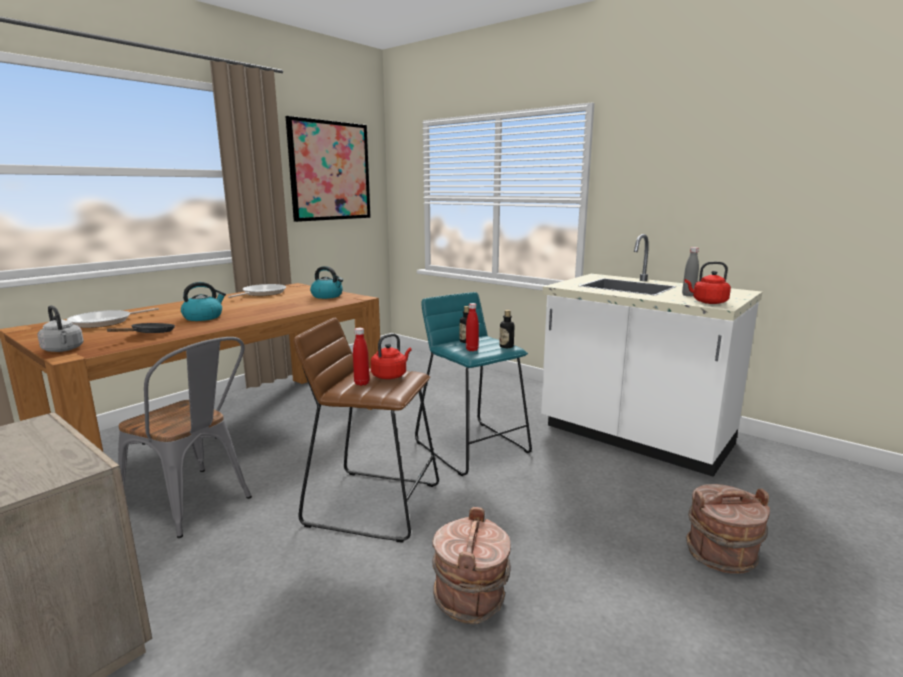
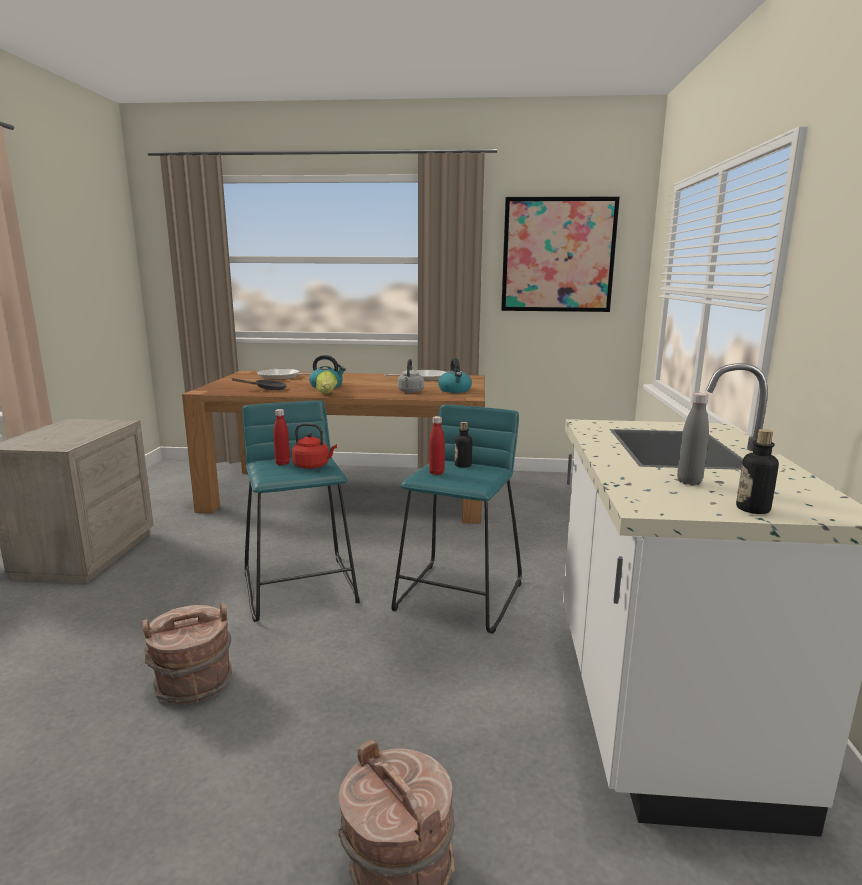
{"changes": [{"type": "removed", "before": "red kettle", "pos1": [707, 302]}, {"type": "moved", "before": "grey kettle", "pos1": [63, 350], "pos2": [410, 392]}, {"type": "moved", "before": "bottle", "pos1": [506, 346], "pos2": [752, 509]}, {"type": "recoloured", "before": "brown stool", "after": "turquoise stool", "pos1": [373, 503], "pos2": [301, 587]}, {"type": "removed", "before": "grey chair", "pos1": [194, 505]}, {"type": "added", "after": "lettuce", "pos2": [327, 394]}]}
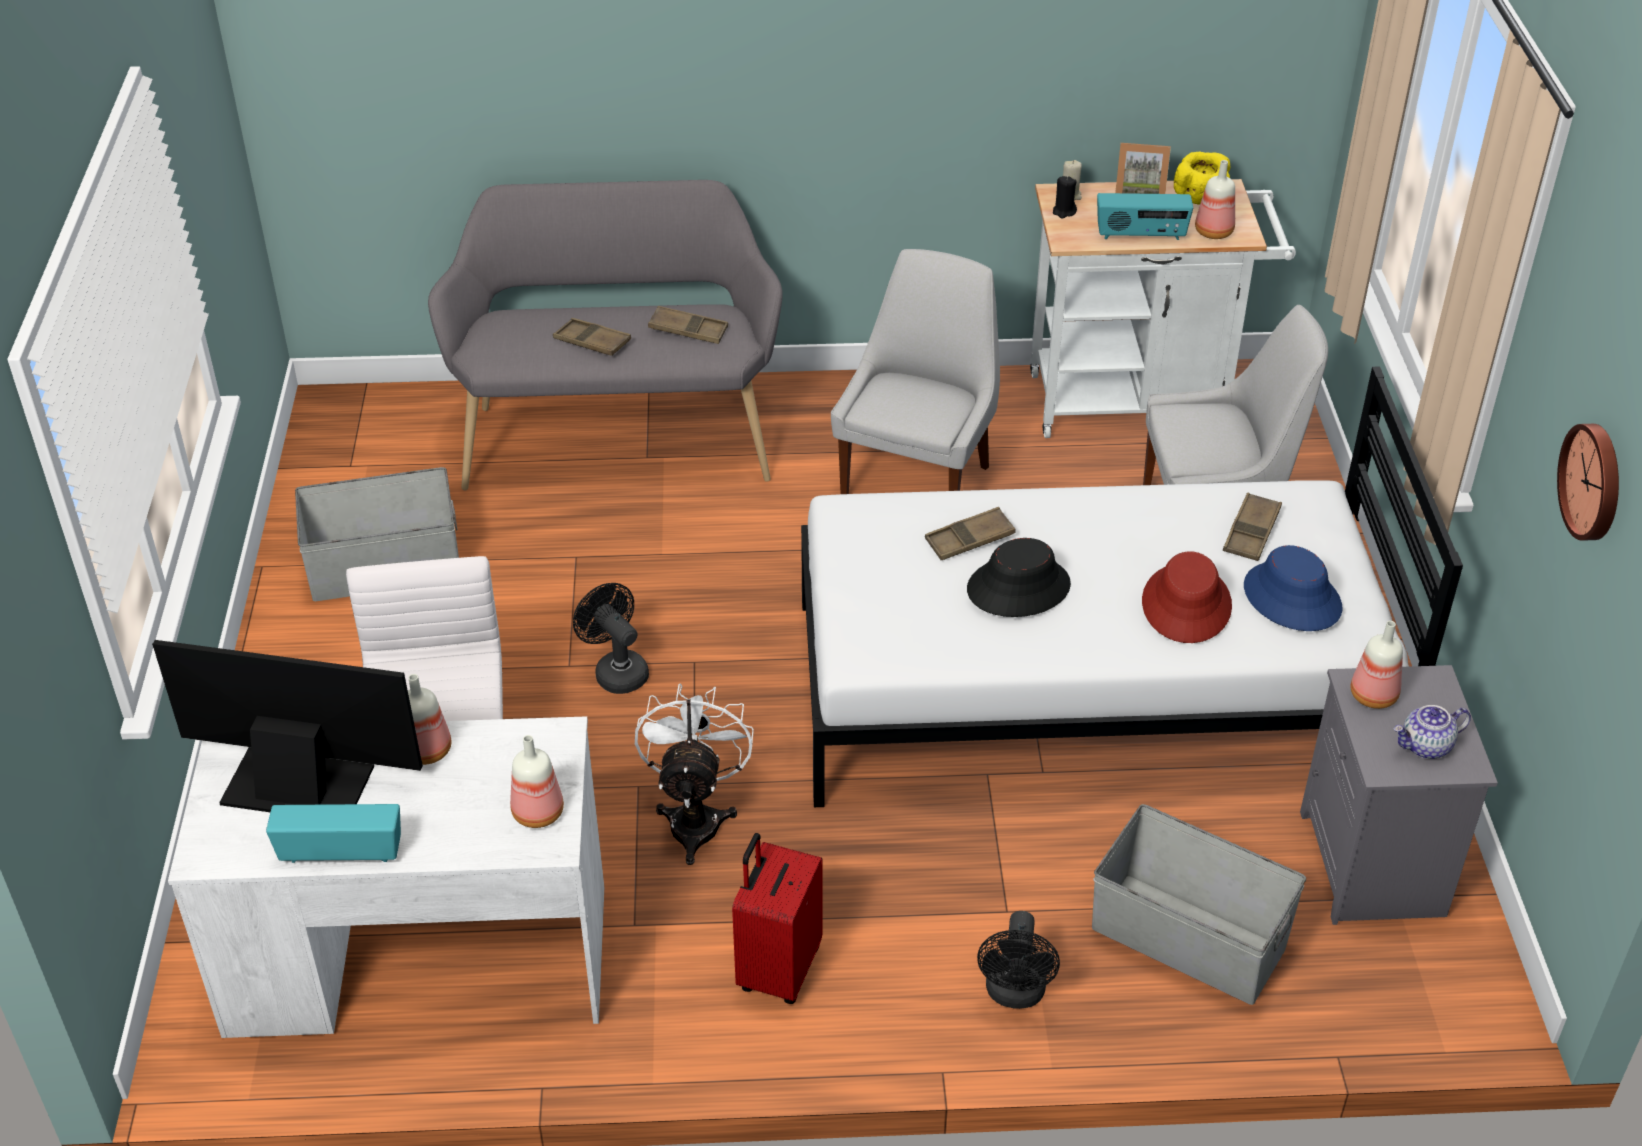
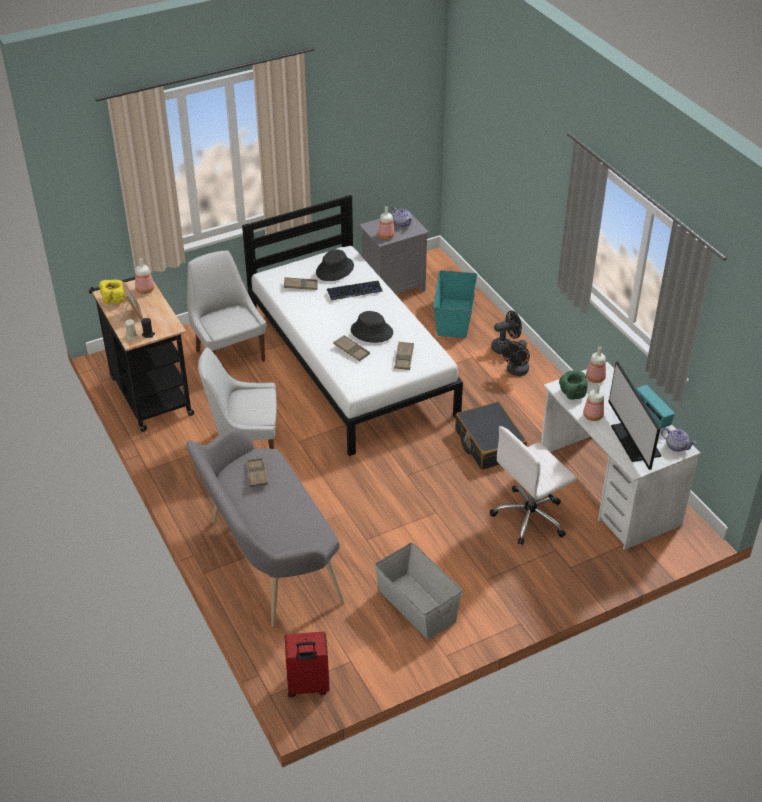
{"changes": [{"type": "recoloured", "before": "white cart", "after": "black cart", "pos1": [1140, 401], "pos2": [149, 393]}, {"type": "removed", "before": "radio", "pos1": [1141, 235]}, {"type": "moved", "before": "brown tray", "pos1": [592, 342], "pos2": [404, 358]}, {"type": "removed", "before": "wall clock", "pos1": [1594, 481]}, {"type": "recoloured", "before": "blue hat", "after": "black hat", "pos1": [1291, 598], "pos2": [335, 269]}, {"type": "replaced", "before": "red hat", "after": "keyboard", "pos1": [1187, 604], "pos2": [354, 291]}, {"type": "moved", "before": "black fan", "pos1": [616, 671], "pos2": [516, 372]}, {"type": "replaced", "before": "white fan", "after": "black suitcase", "pos1": [696, 817], "pos2": [489, 443]}, {"type": "recoloured", "before": "grey storage box", "after": "turquoise storage box", "pos1": [1188, 939], "pos2": [454, 317]}, {"type": "moved", "before": "red suitcase", "pos1": [777, 969], "pos2": [307, 686]}, {"type": "added", "after": "green bowl", "pos2": [572, 393]}, {"type": "added", "after": "teapot", "pos2": [676, 446]}]}
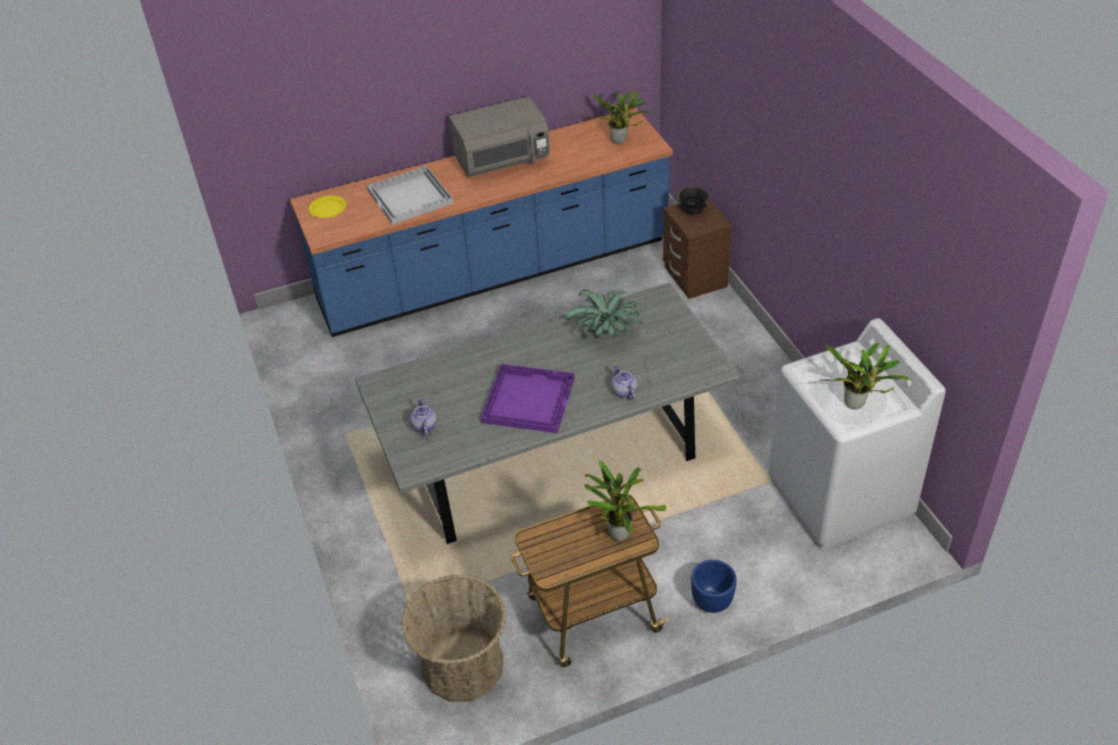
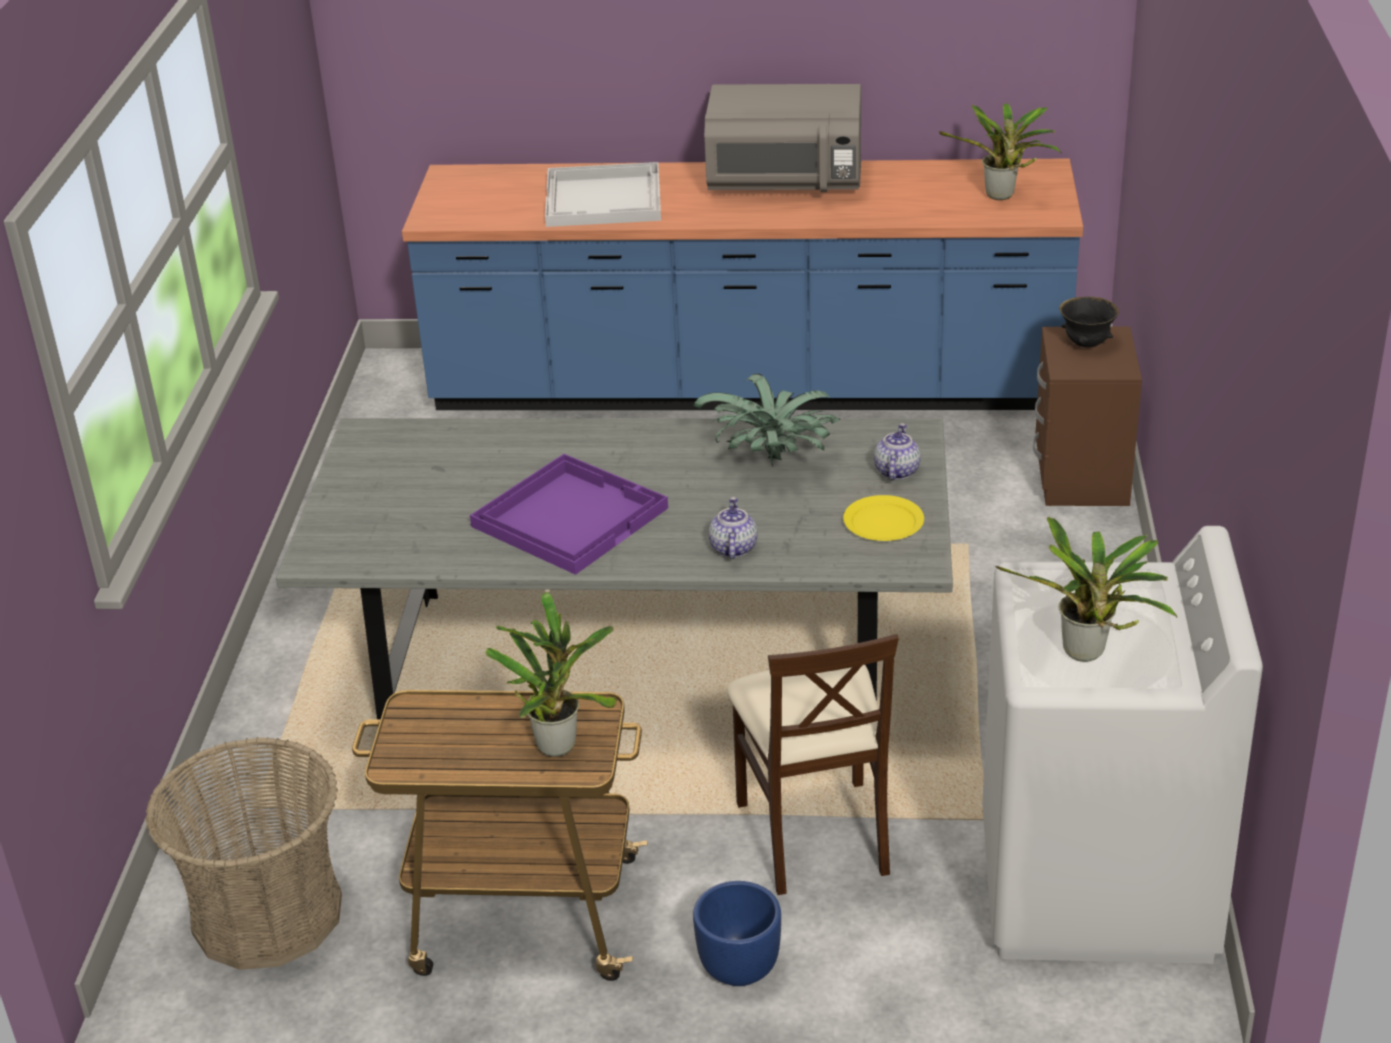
{"changes": [{"type": "moved", "before": "yellow plate", "pos1": [327, 208], "pos2": [883, 522]}, {"type": "moved", "before": "teapot", "pos1": [424, 426], "pos2": [896, 471]}, {"type": "added", "after": "beige chair", "pos2": [814, 835]}]}
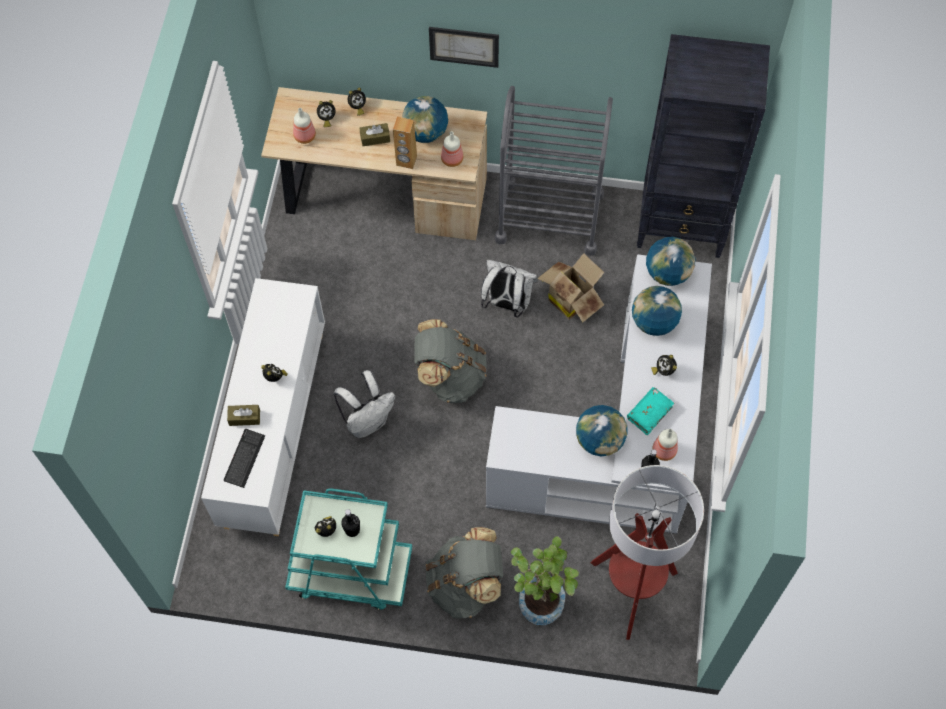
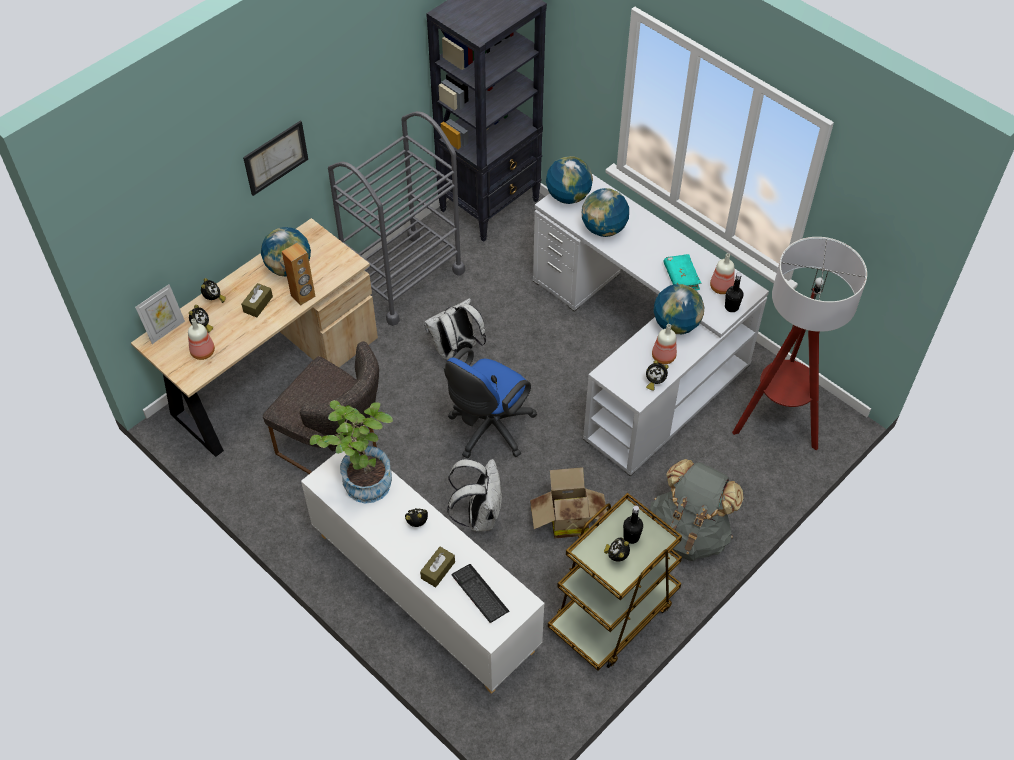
{"changes": [{"type": "moved", "before": "bottle", "pos1": [451, 159], "pos2": [663, 357]}, {"type": "moved", "before": "cardboard box", "pos1": [571, 299], "pos2": [566, 519]}, {"type": "replaced", "before": "grey backpack", "after": "blue office chair", "pos1": [450, 376], "pos2": [488, 430]}, {"type": "moved", "before": "alarm clock", "pos1": [663, 370], "pos2": [654, 381]}, {"type": "recoloured", "before": "turquoise cart", "after": "brown cart", "pos1": [350, 572], "pos2": [613, 613]}, {"type": "moved", "before": "potted plant", "pos1": [541, 597], "pos2": [362, 479]}, {"type": "added", "after": "picture frame", "pos2": [166, 330]}, {"type": "added", "after": "grey chair", "pos2": [336, 445]}]}
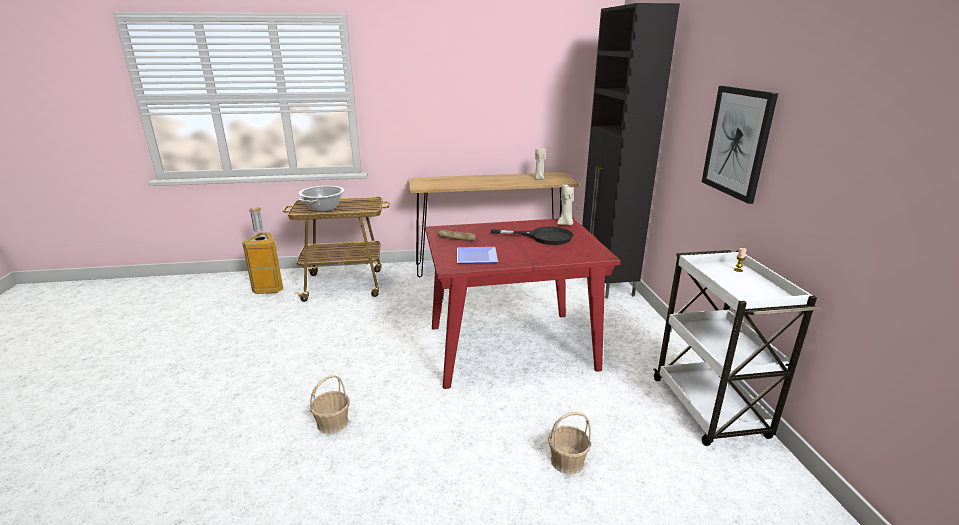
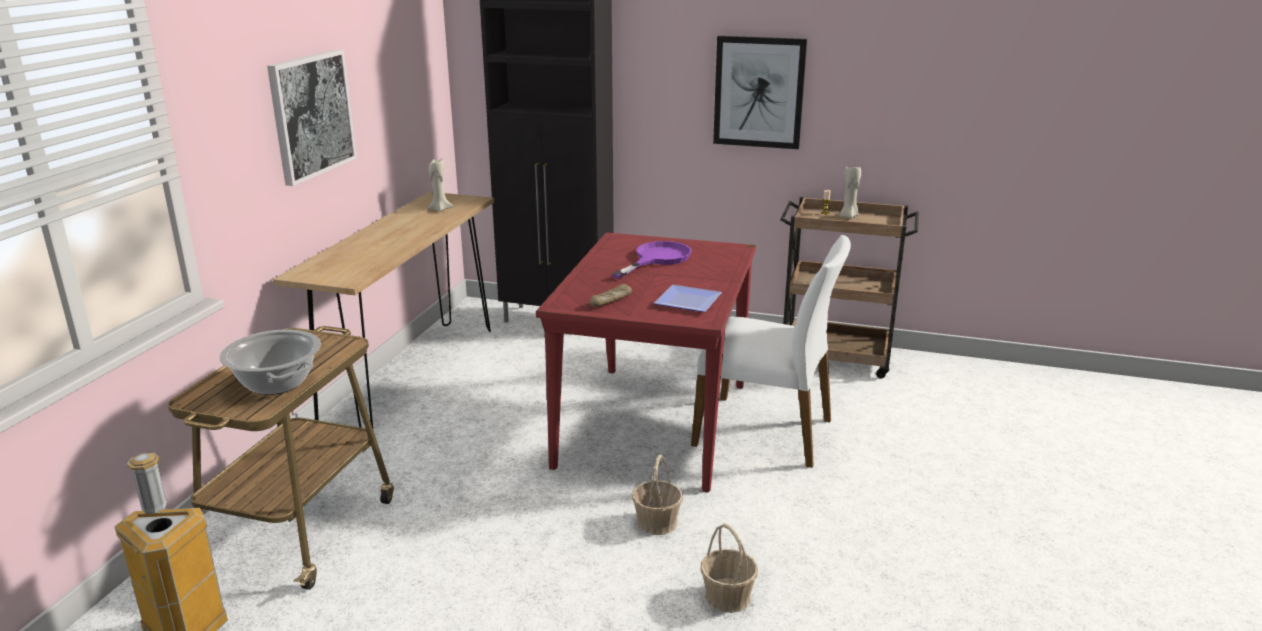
{"changes": [{"type": "moved", "before": "beige candle", "pos1": [565, 224], "pos2": [849, 216]}, {"type": "recoloured", "before": "black frying pan", "after": "purple frying pan", "pos1": [543, 237], "pos2": [657, 259]}, {"type": "recoloured", "before": "white cart", "after": "brown cart", "pos1": [710, 409], "pos2": [836, 357]}, {"type": "moved", "before": "basket", "pos1": [567, 461], "pos2": [656, 522]}, {"type": "added", "after": "picture", "pos2": [311, 115]}, {"type": "added", "after": "white chair", "pos2": [765, 431]}]}
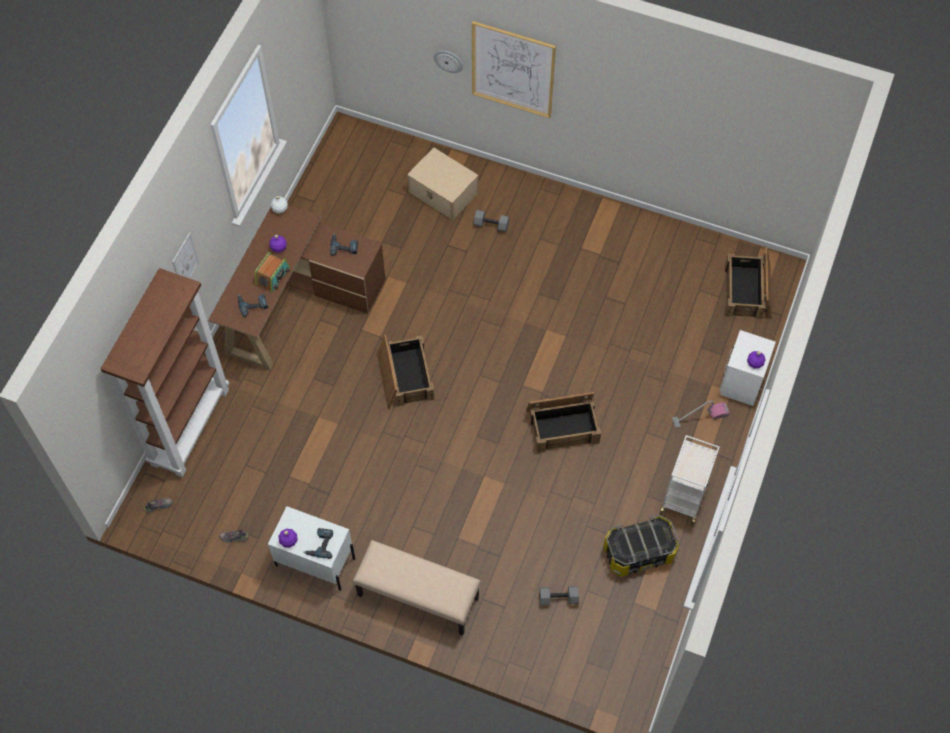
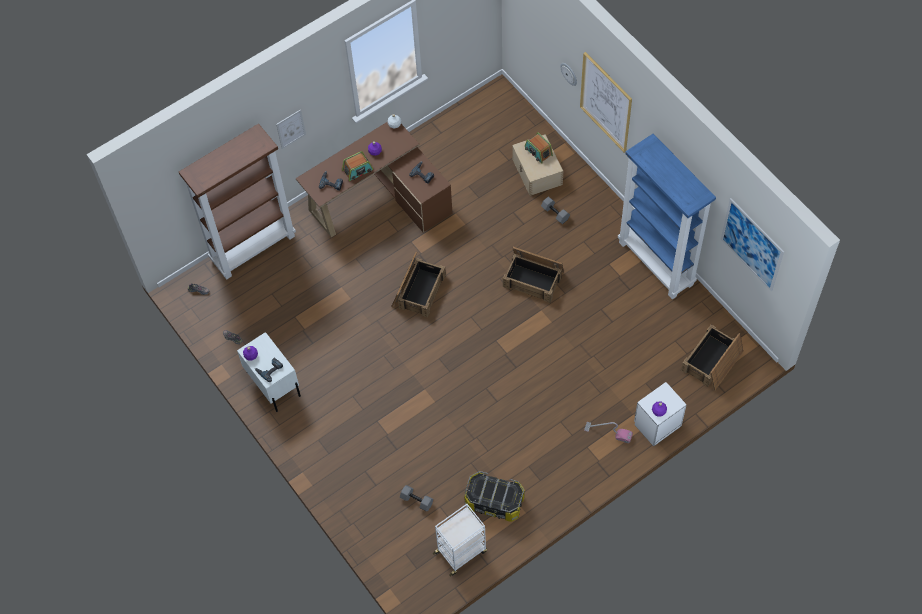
{"changes": [{"type": "moved", "before": "crate", "pos1": [563, 425], "pos2": [533, 278]}, {"type": "moved", "before": "white cart", "pos1": [684, 497], "pos2": [461, 551]}, {"type": "removed", "before": "beige bench", "pos1": [417, 597]}, {"type": "added", "after": "radio", "pos2": [538, 151]}, {"type": "added", "after": "blue bookcase", "pos2": [657, 263]}, {"type": "added", "after": "picture", "pos2": [751, 244]}]}
